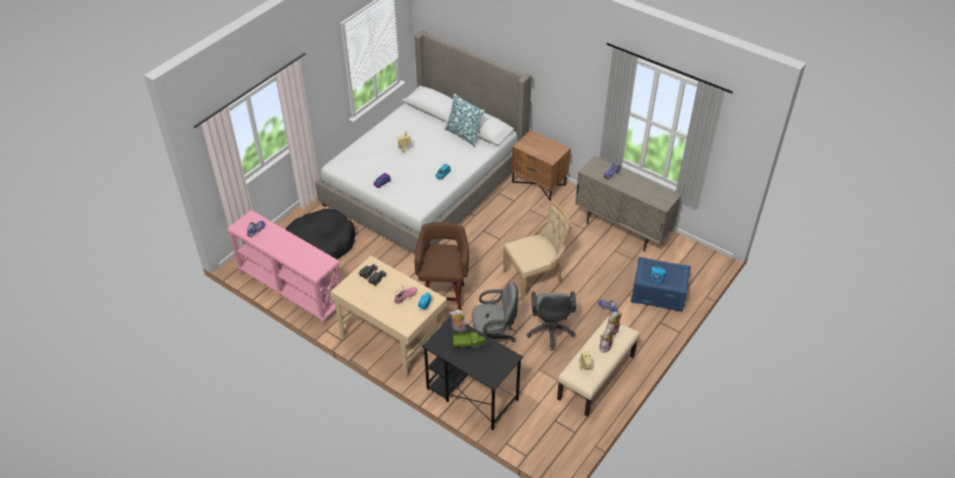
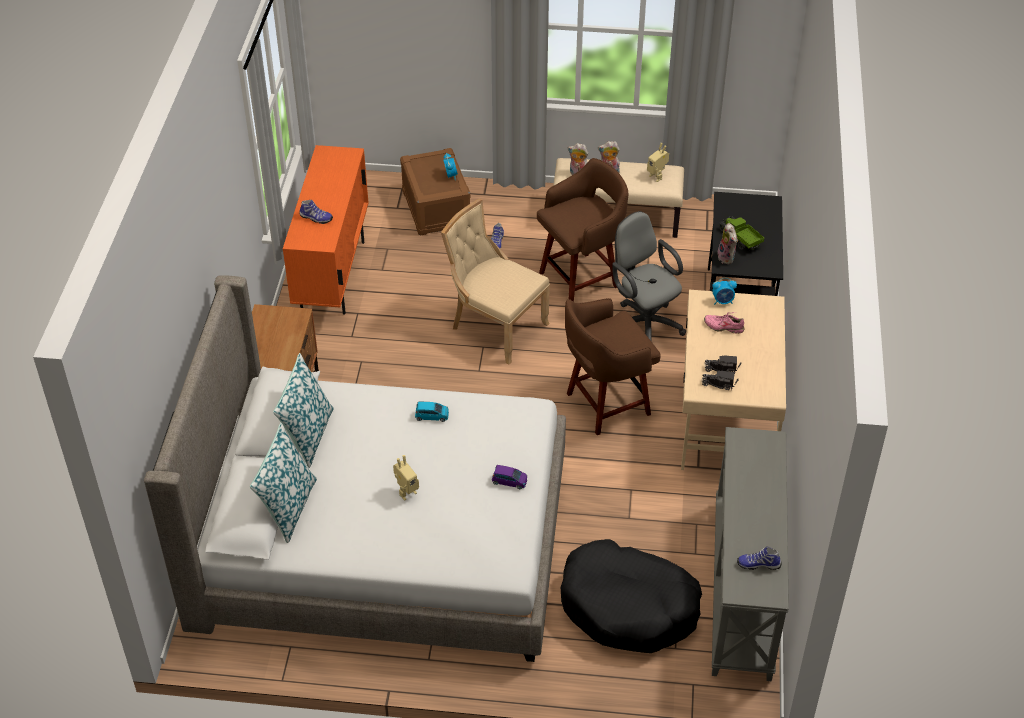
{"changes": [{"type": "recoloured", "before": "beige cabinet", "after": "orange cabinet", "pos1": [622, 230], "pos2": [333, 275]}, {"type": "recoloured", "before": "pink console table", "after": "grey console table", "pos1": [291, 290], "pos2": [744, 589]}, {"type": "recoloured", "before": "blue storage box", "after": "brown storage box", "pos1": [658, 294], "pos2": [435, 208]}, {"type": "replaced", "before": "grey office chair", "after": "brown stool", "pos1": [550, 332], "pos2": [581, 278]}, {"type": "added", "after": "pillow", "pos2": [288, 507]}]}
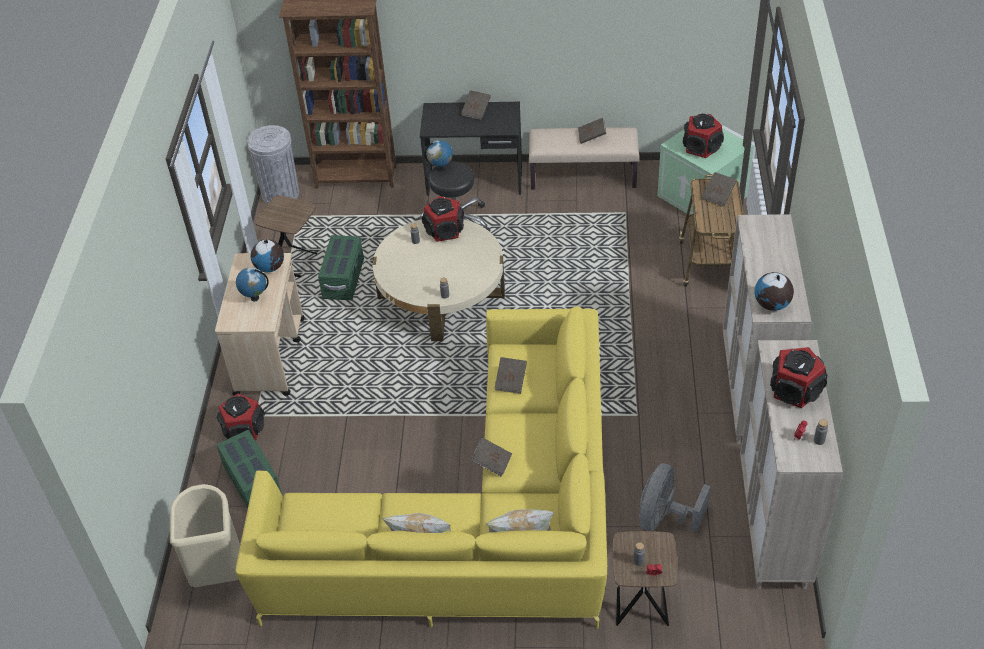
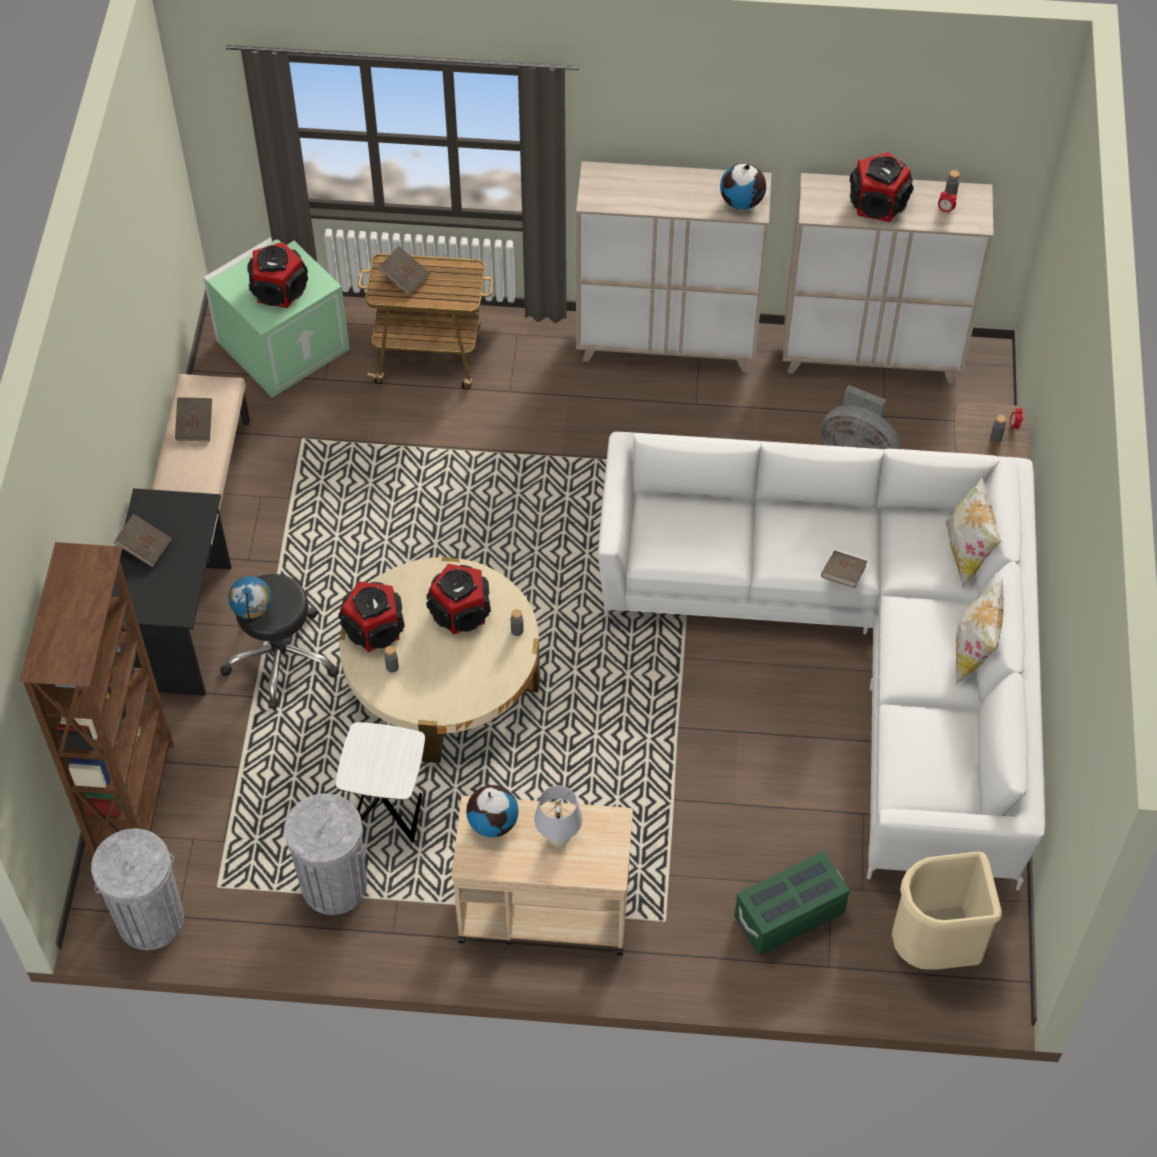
{"changes": [{"type": "replaced", "before": "brown side table", "after": "grey trash can", "pos1": [295, 262], "pos2": [334, 885]}, {"type": "replaced", "before": "green storage box", "after": "white side table", "pos1": [344, 279], "pos2": [387, 812]}, {"type": "replaced", "before": "globe", "after": "white table lamp", "pos1": [255, 298], "pos2": [558, 839]}, {"type": "recoloured", "before": "yellow sofa", "after": "white sofa", "pos1": [477, 521], "pos2": [859, 645]}, {"type": "removed", "before": "brown book", "pos1": [511, 381]}, {"type": "moved", "before": "speaker", "pos1": [244, 430], "pos2": [461, 611]}]}
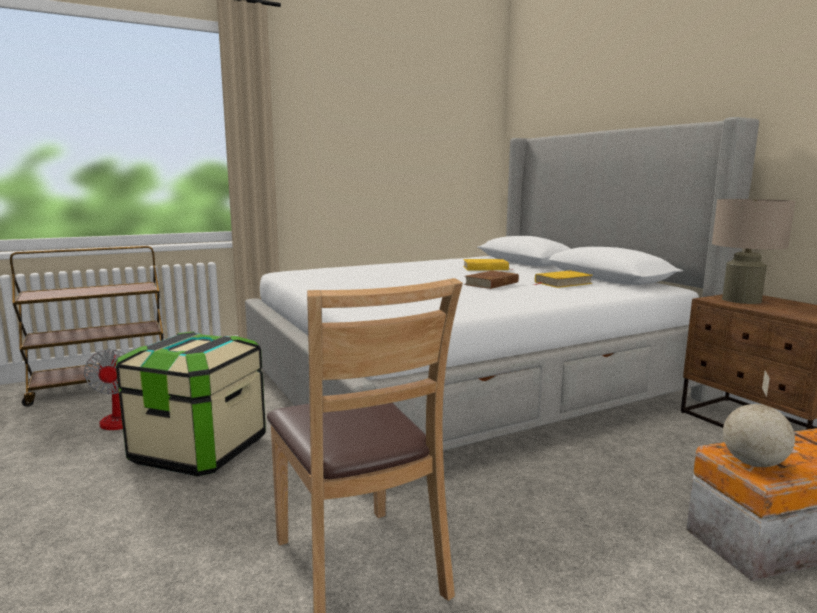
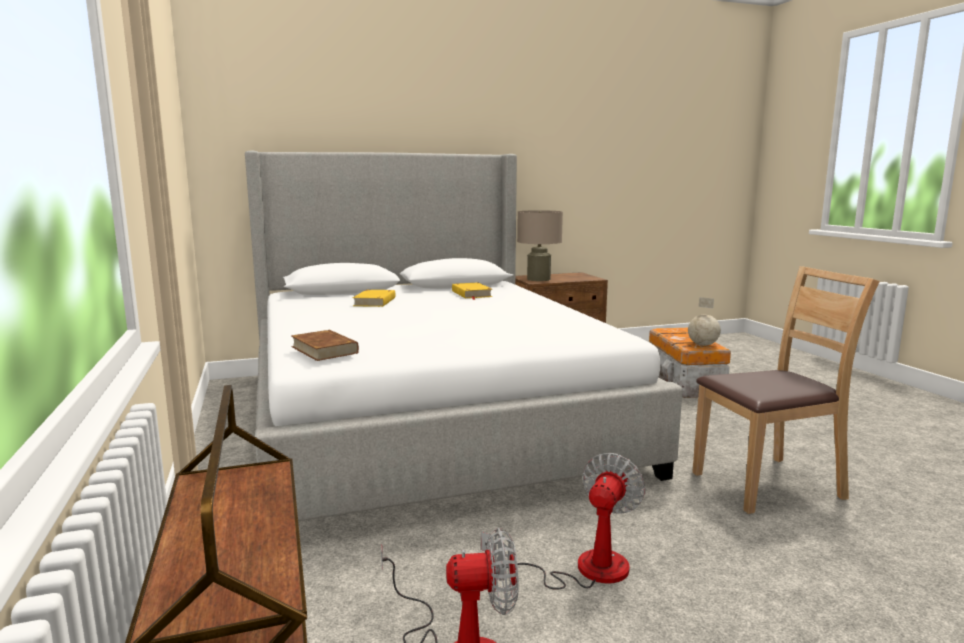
{"changes": [{"type": "moved", "before": "brown book", "pos1": [492, 283], "pos2": [324, 350]}, {"type": "replaced", "before": "storage box", "after": "fan", "pos1": [199, 450], "pos2": [583, 569]}]}
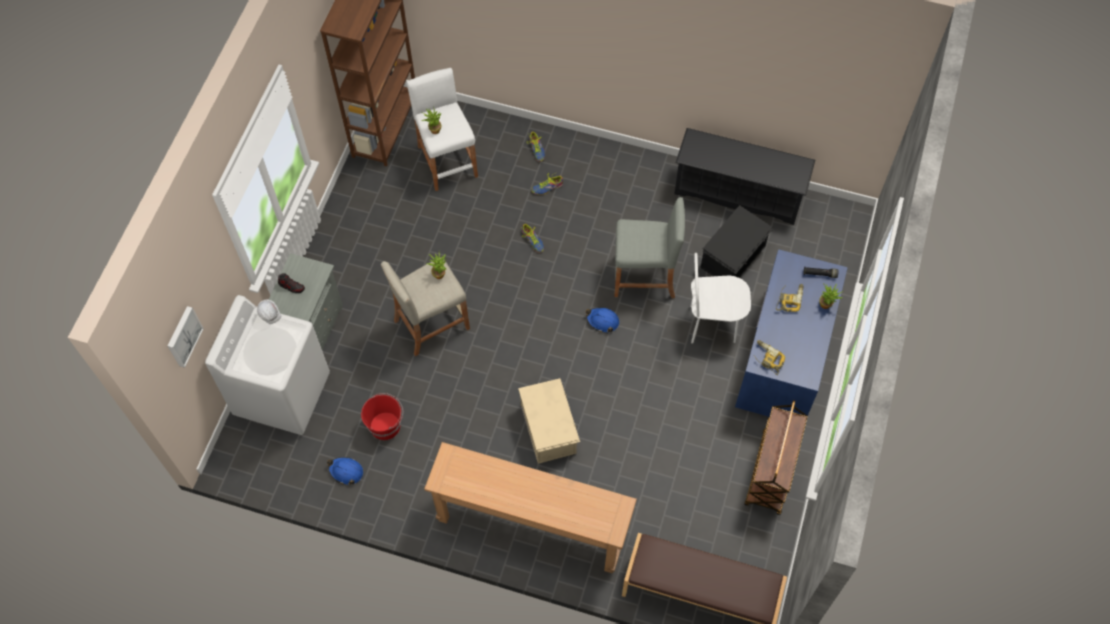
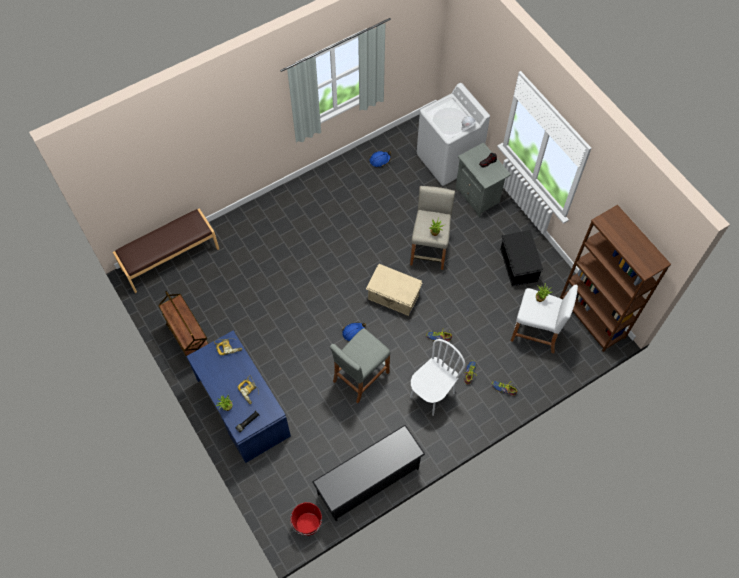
{"changes": [{"type": "moved", "before": "black storage box", "pos1": [734, 256], "pos2": [518, 265]}, {"type": "moved", "before": "white chair", "pos1": [712, 324], "pos2": [432, 394]}, {"type": "removed", "before": "picture", "pos1": [183, 336]}, {"type": "moved", "before": "beige storage box", "pos1": [549, 428], "pos2": [393, 297]}, {"type": "moved", "before": "red bucket", "pos1": [385, 425], "pos2": [308, 524]}, {"type": "removed", "before": "brown console table", "pos1": [532, 525]}]}
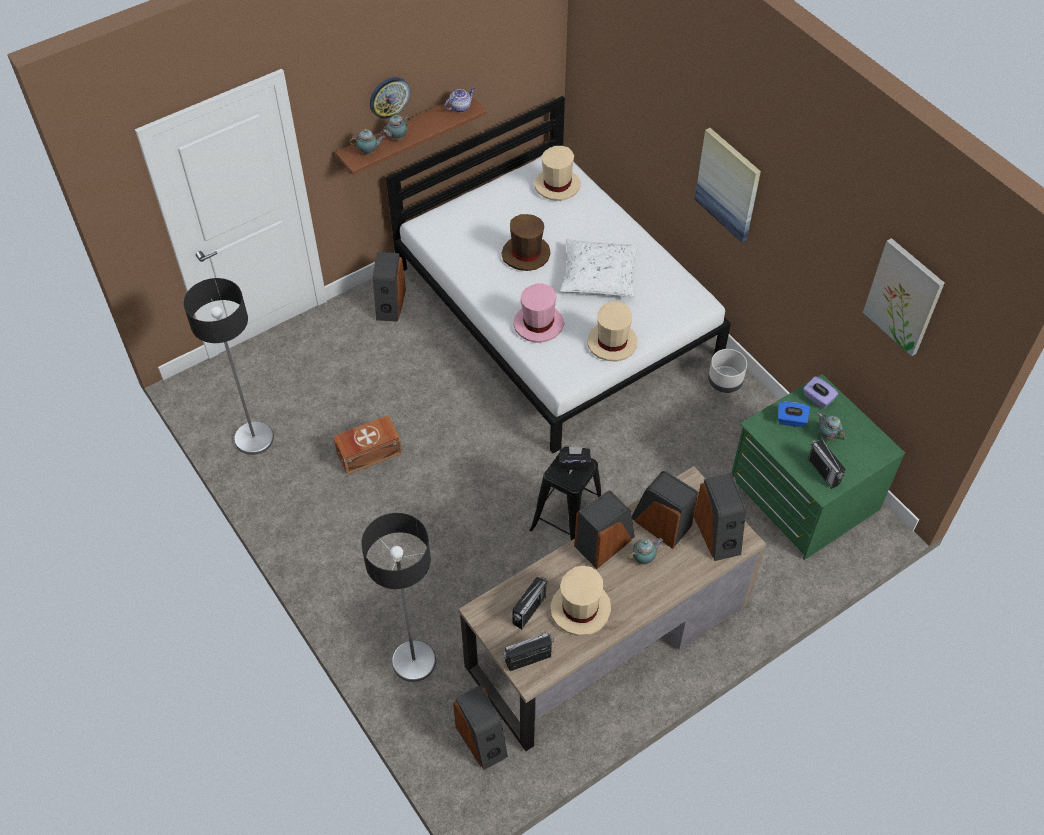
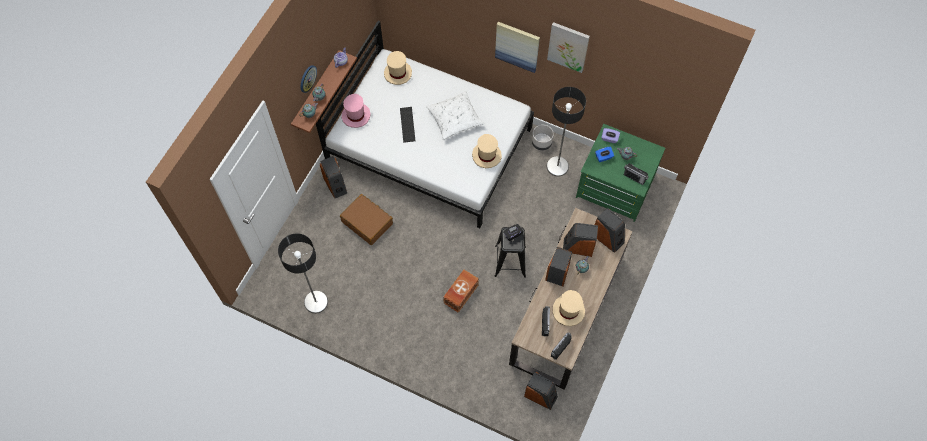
{"changes": [{"type": "replaced", "before": "brown hat", "after": "keyboard", "pos1": [526, 254], "pos2": [408, 125]}, {"type": "moved", "before": "picture", "pos1": [904, 296], "pos2": [568, 46]}, {"type": "moved", "before": "pink hat", "pos1": [538, 324], "pos2": [356, 116]}, {"type": "moved", "before": "brown storage box", "pos1": [368, 453], "pos2": [460, 294]}, {"type": "moved", "before": "floor lamp", "pos1": [413, 661], "pos2": [557, 166]}, {"type": "added", "after": "brown suitcase", "pos2": [367, 222]}]}
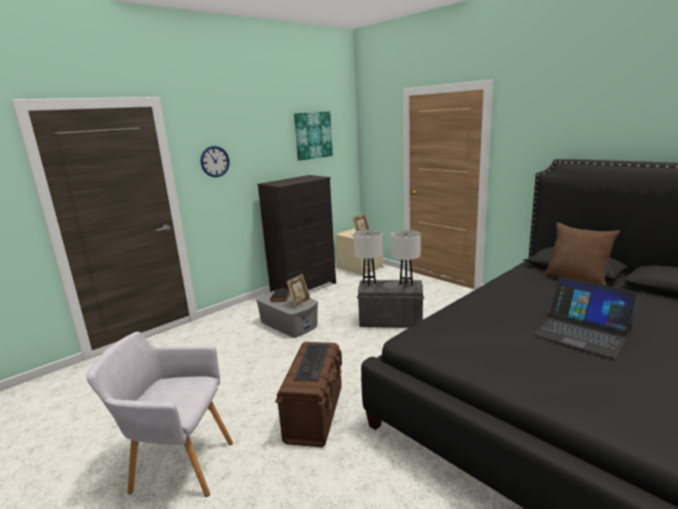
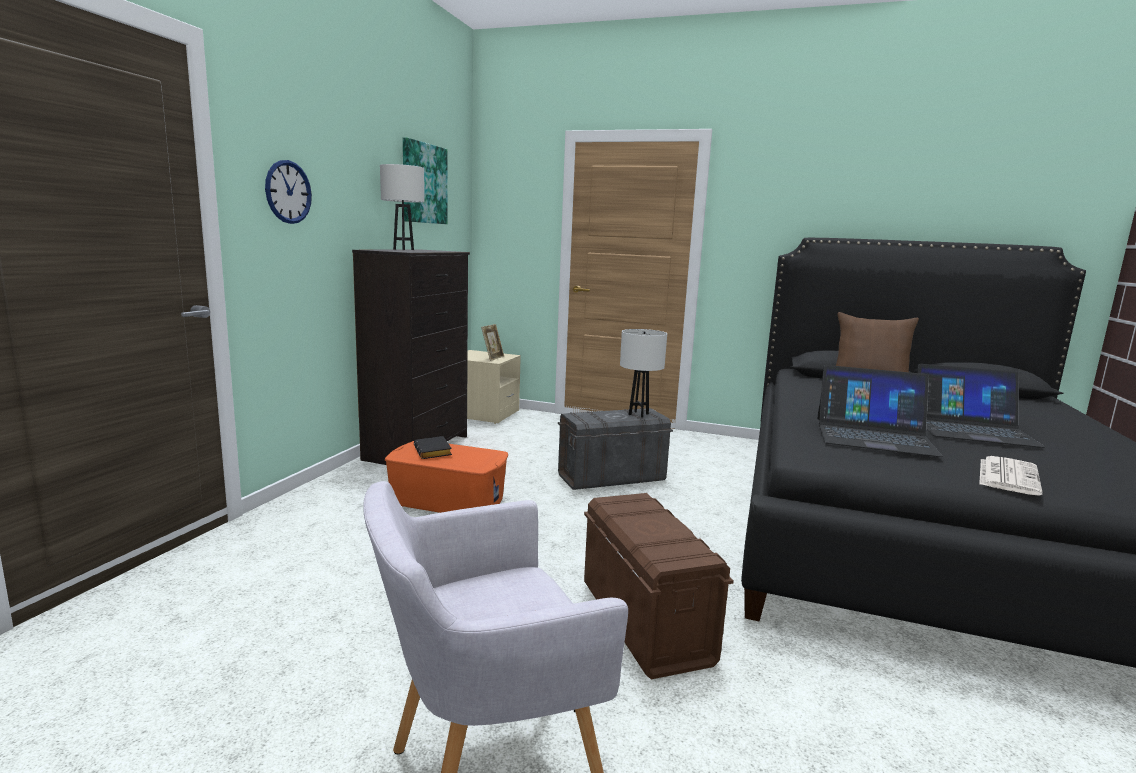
{"changes": [{"type": "moved", "before": "white table lamp", "pos1": [369, 283], "pos2": [403, 249]}, {"type": "removed", "before": "picture frame", "pos1": [300, 303]}, {"type": "recoloured", "before": "grey storage box", "after": "orange storage box", "pos1": [289, 324], "pos2": [448, 500]}, {"type": "removed", "before": "keyboard", "pos1": [312, 362]}, {"type": "added", "after": "laptop", "pos2": [873, 436]}, {"type": "added", "after": "newspaper", "pos2": [1007, 476]}]}
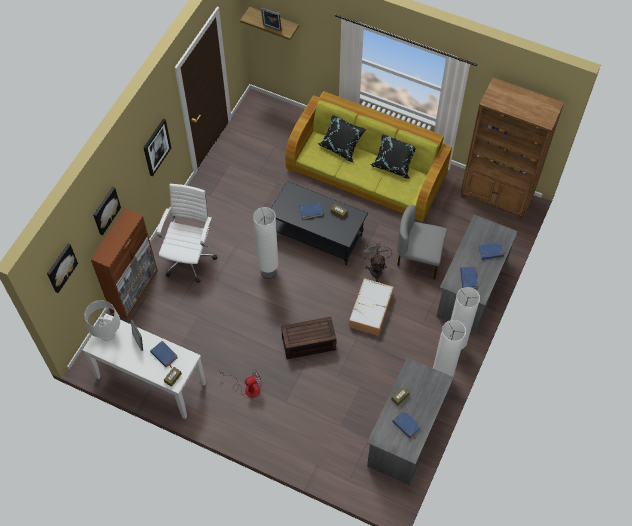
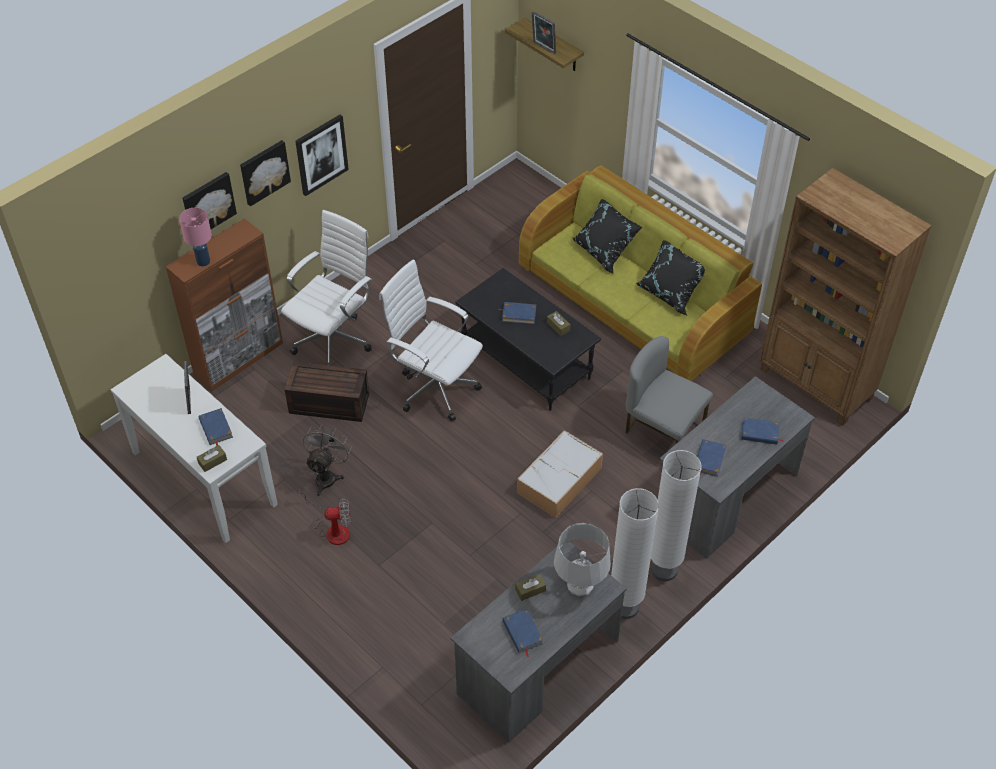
{"changes": [{"type": "replaced", "before": "white floor lamp", "after": "white office chair", "pos1": [268, 272], "pos2": [434, 388]}, {"type": "moved", "before": "grey fan", "pos1": [376, 268], "pos2": [327, 476]}, {"type": "moved", "before": "picture", "pos1": [61, 267], "pos2": [264, 172]}, {"type": "moved", "before": "grey table lamp", "pos1": [107, 333], "pos2": [580, 584]}, {"type": "moved", "before": "brown storage box", "pos1": [308, 344], "pos2": [328, 404]}, {"type": "added", "after": "pink table lamp", "pos2": [203, 261]}]}
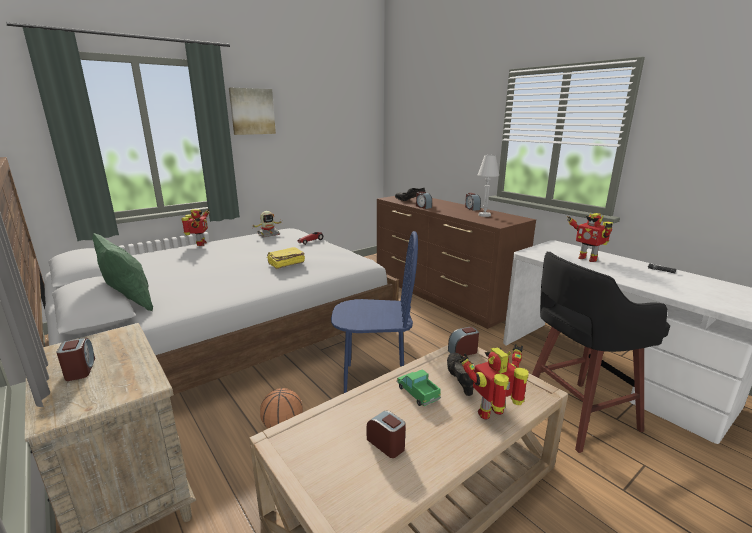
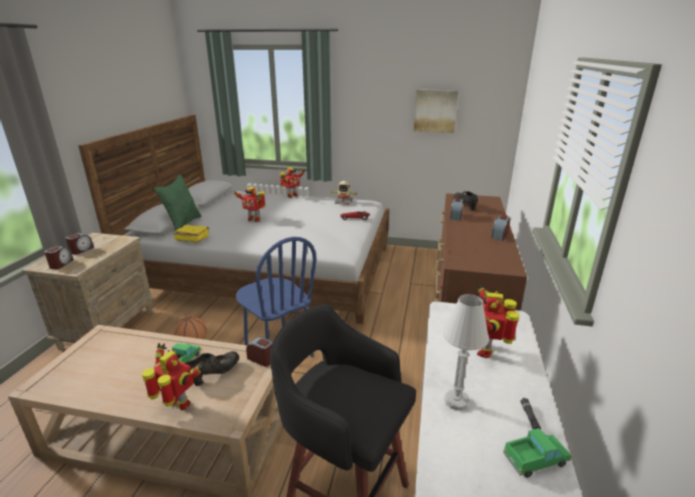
{"changes": [{"type": "moved", "before": "picture", "pos1": [252, 111], "pos2": [435, 111]}, {"type": "moved", "before": "white table lamp", "pos1": [484, 215], "pos2": [456, 401]}, {"type": "moved", "before": "yellow book", "pos1": [285, 264], "pos2": [192, 239]}, {"type": "moved", "before": "alarm clock", "pos1": [386, 444], "pos2": [61, 264]}, {"type": "added", "after": "toy robot", "pos2": [254, 219]}, {"type": "added", "after": "toy truck", "pos2": [535, 459]}]}
